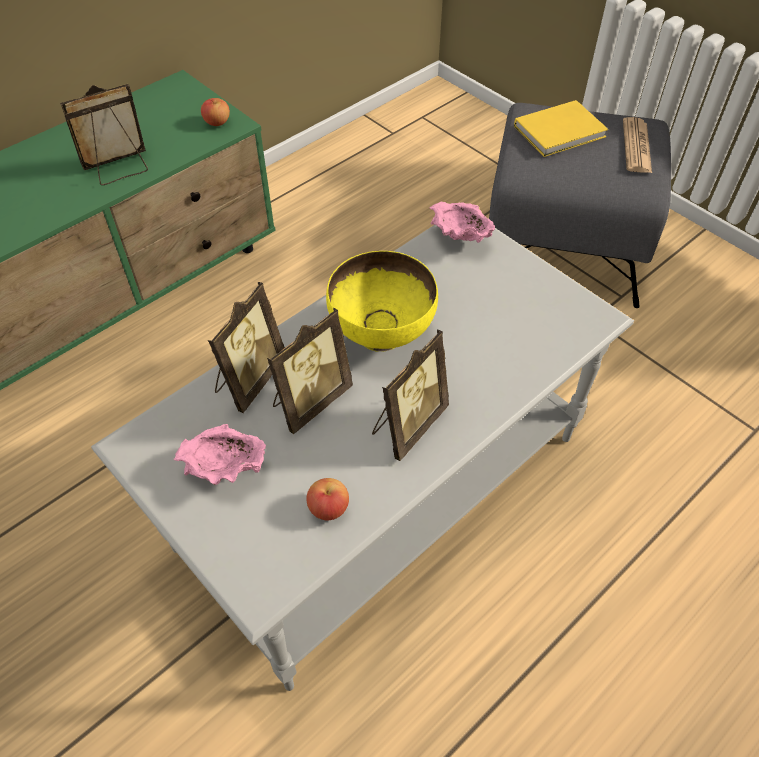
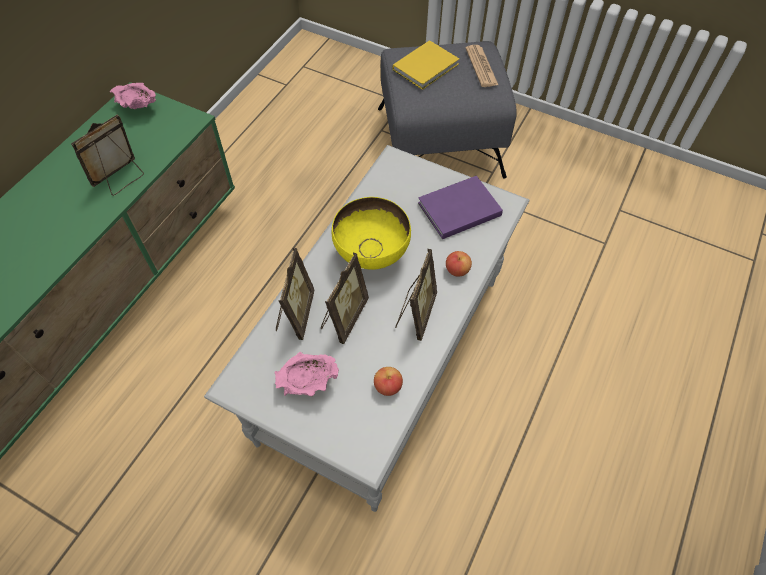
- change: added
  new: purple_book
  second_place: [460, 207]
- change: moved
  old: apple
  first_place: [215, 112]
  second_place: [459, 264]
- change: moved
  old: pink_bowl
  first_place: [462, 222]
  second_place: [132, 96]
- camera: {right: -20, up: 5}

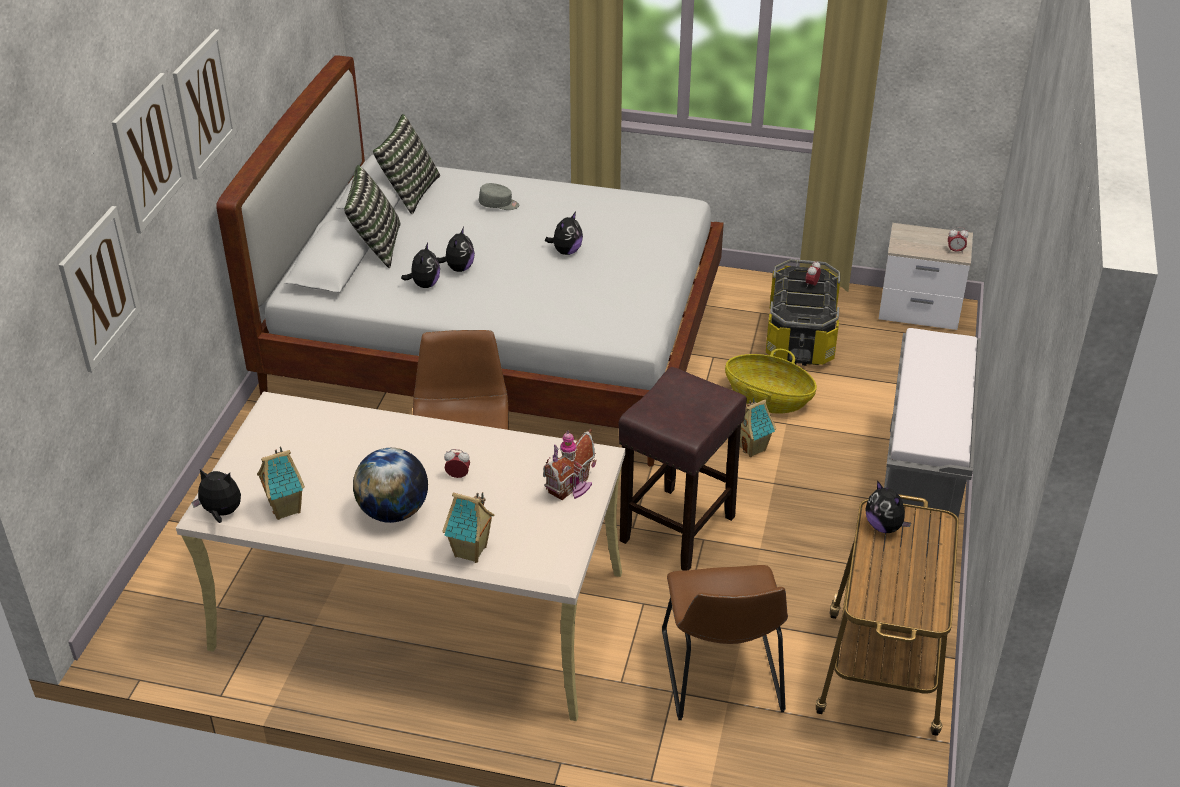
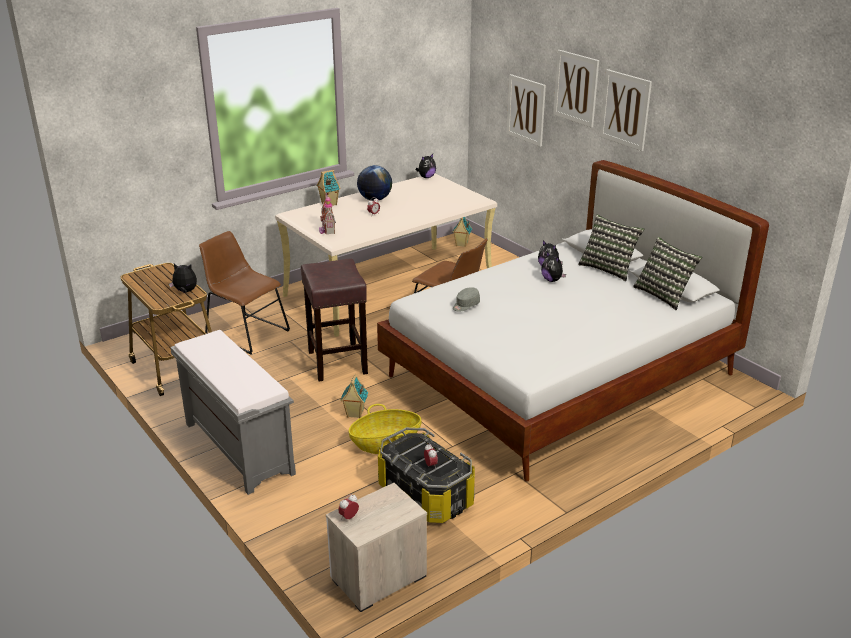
- change: removed
  old: plush_toy
  first_place: [564, 233]
- change: moved
  old: toy_house
  first_place: [281, 483]
  second_place: [462, 232]
- change: moved
  old: grey_cap
  first_place: [499, 196]
  second_place: [466, 299]
- camera: {right: 130, up: -10}

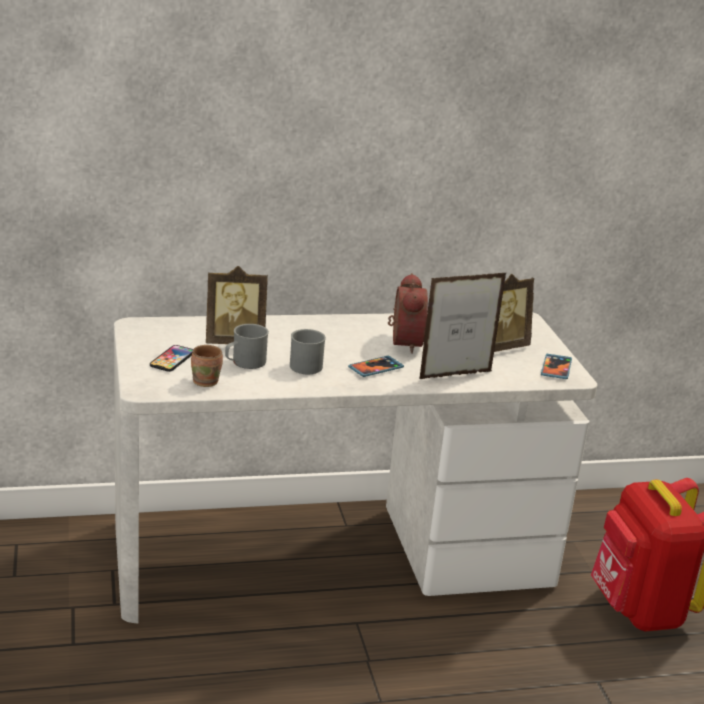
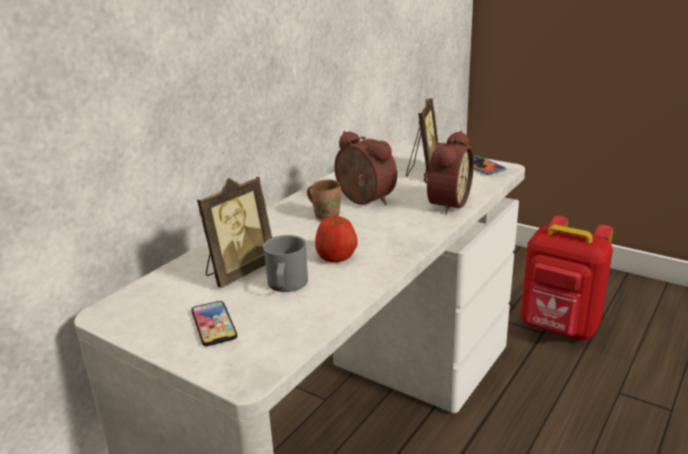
- change: removed
  old: phone
  first_place: [376, 366]
- change: moved
  old: brown_mug
  first_place: [207, 366]
  second_place: [324, 200]
- change: replaced
  old: grey_mug
  new: apple
  first_place: [308, 351]
  second_place: [336, 239]
- change: replaced
  old: picture_frame
  new: alarm_clock
  first_place: [463, 326]
  second_place: [449, 172]
- camera: {right: -40, up: 0}

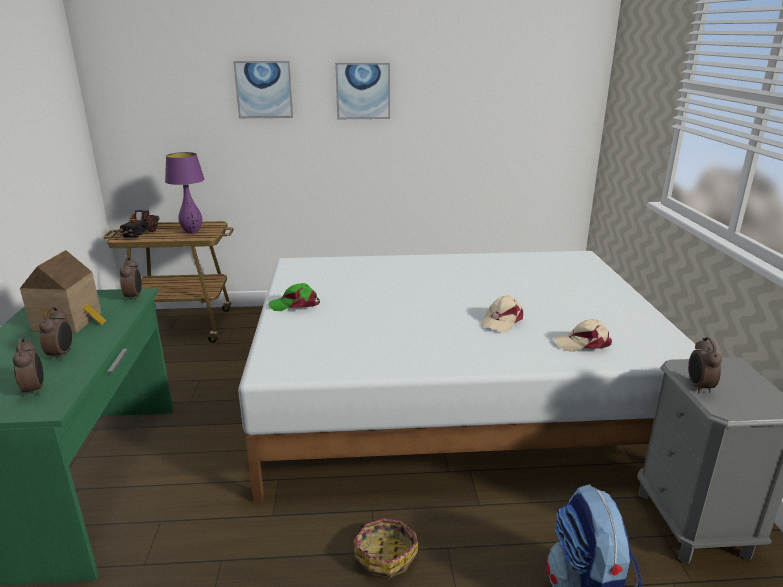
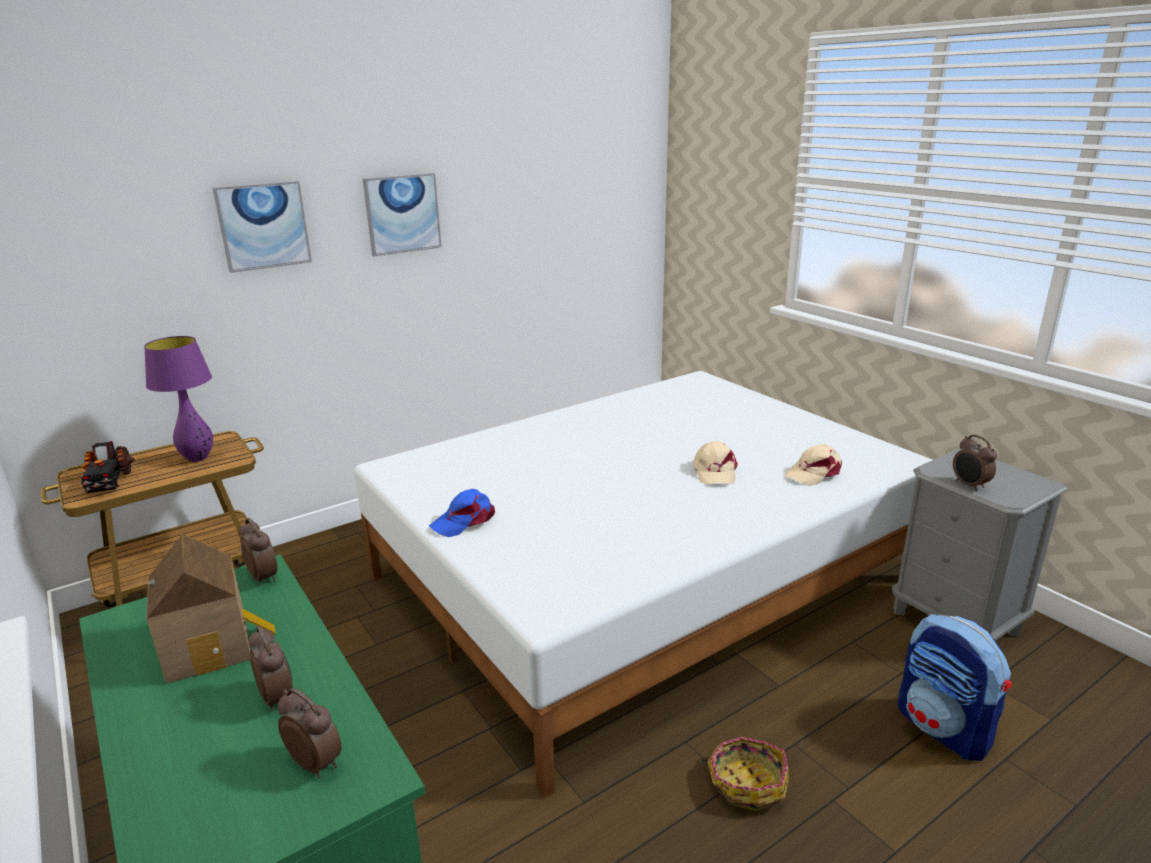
- change: recoloured
  old: green_cap
  new: blue_cap
  first_place: [294, 297]
  second_place: [462, 513]
- camera: {right: -30, up: 0}

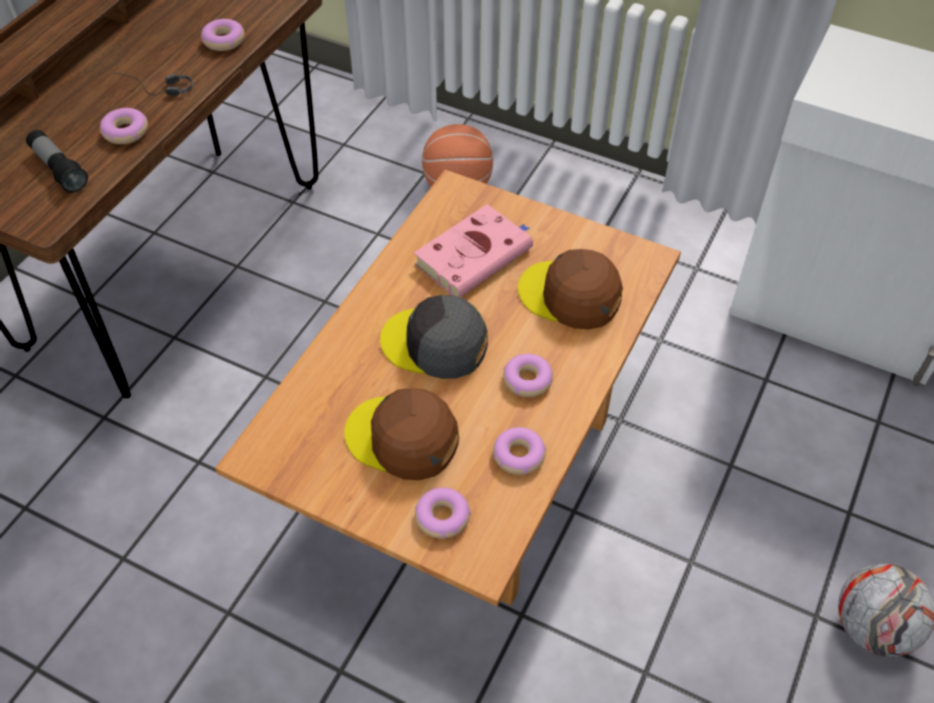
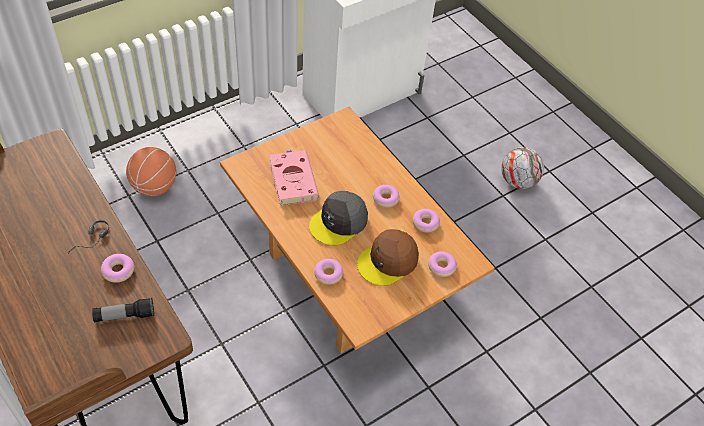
- change: removed
  old: brown_cap
  first_place: [570, 289]
- change: moved
  old: donut
  first_place: [223, 35]
  second_place: [329, 272]
- camera: {right: -65, up: 0}

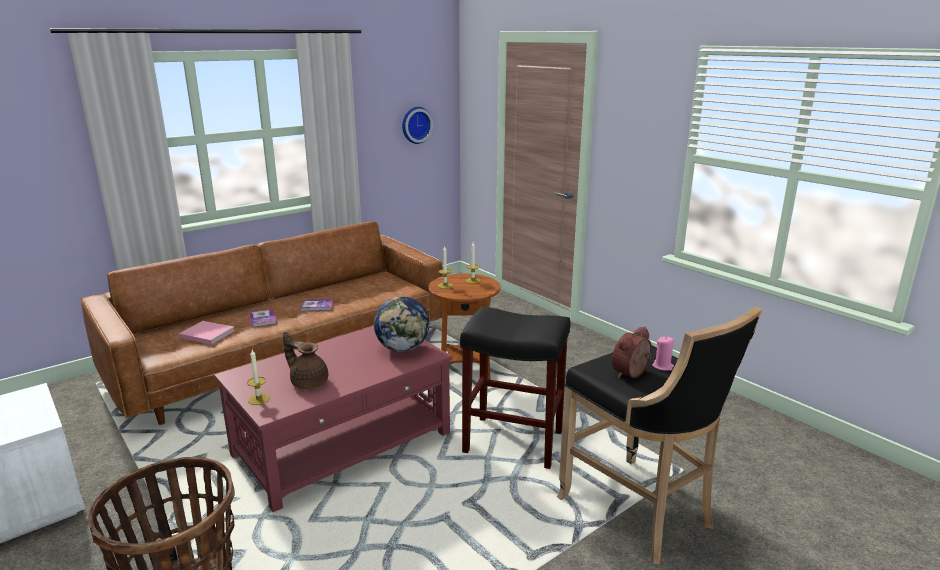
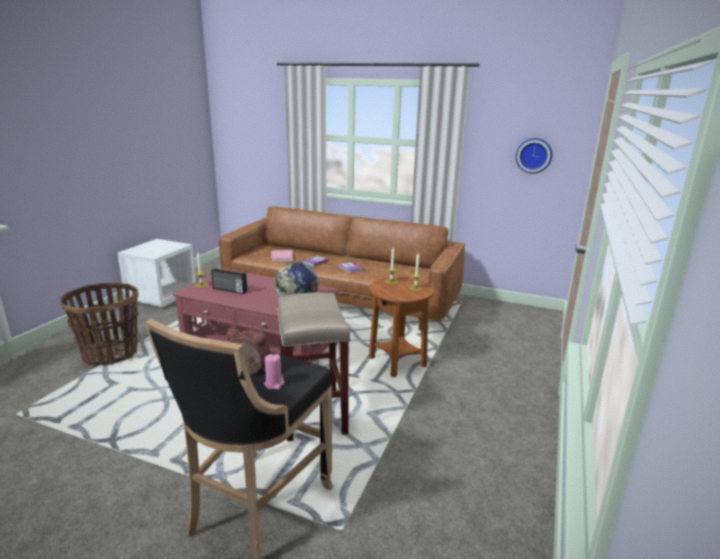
- change: replaced
  old: brown_teapot
  new: radio
  first_place: [305, 360]
  second_place: [229, 281]
- change: recoloured
  old: black_stool
  new: beige_stool
  first_place: [515, 388]
  second_place: [314, 366]
- camera: {right: 60, up: 0}

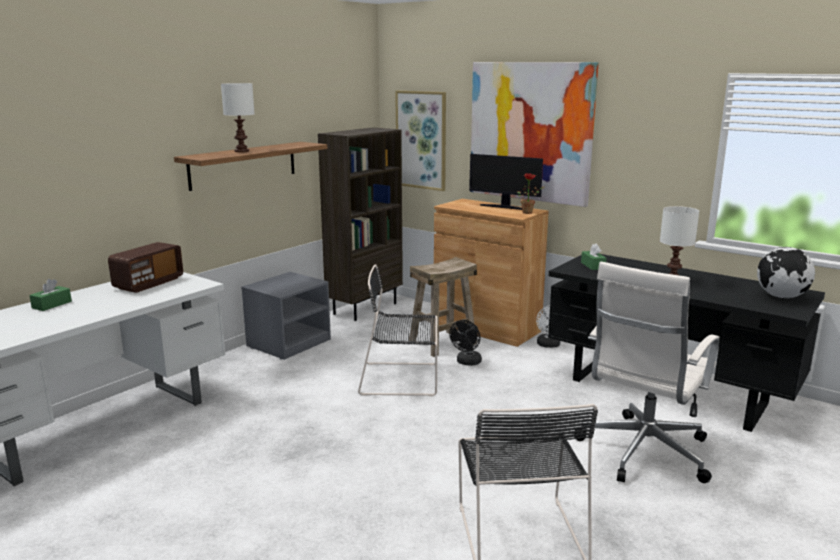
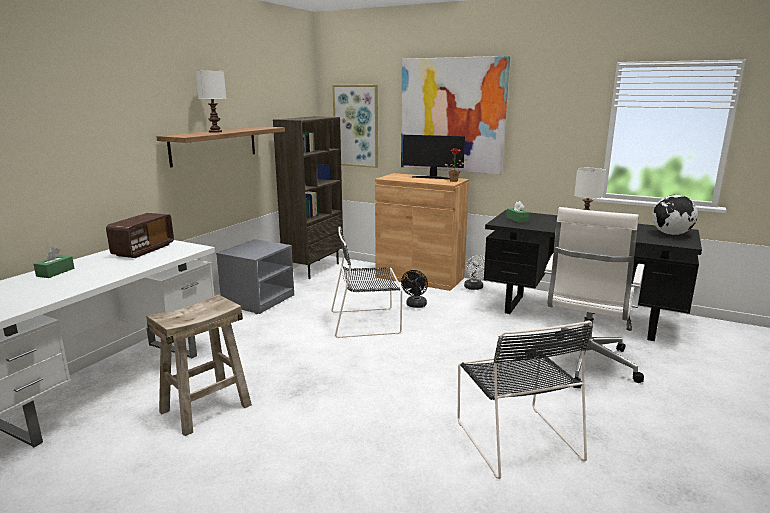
- change: moved
  old: beige_stool
  first_place: [443, 307]
  second_place: [199, 365]
- camera: {right: -10, up: 0}

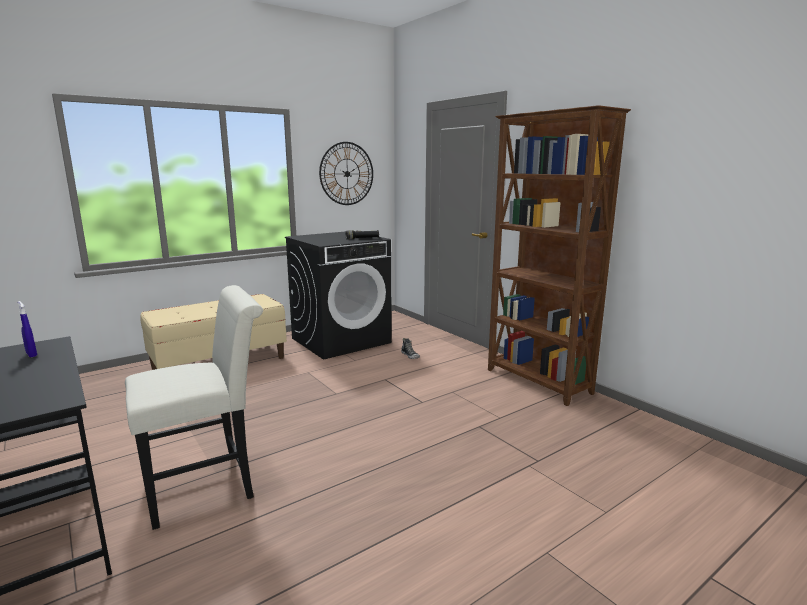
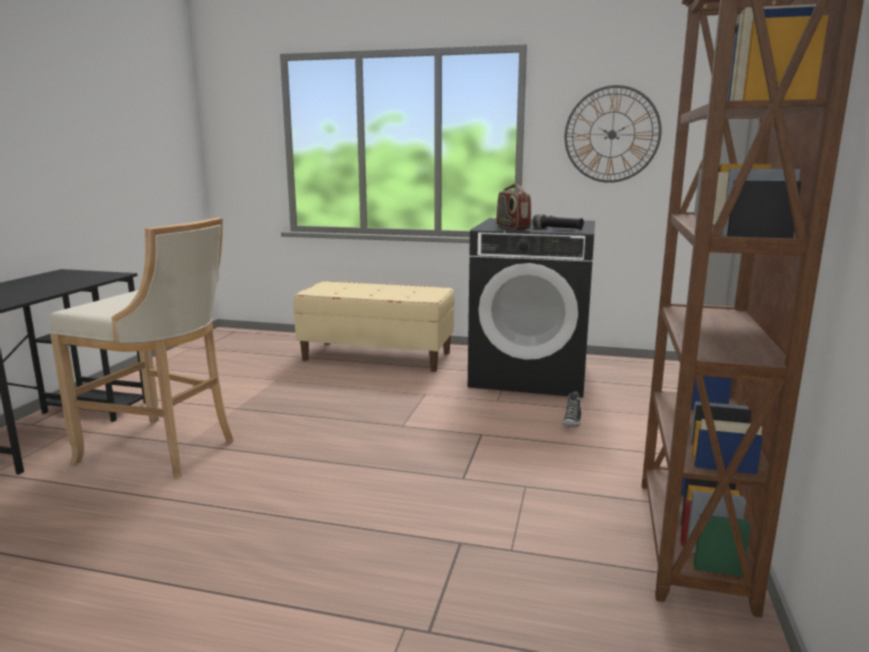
- change: removed
  old: blue_spray_bottle
  first_place: [27, 329]
- change: added
  new: radio
  second_place: [514, 206]
- change: replaced
  old: white_chair
  new: beige_stool
  first_place: [194, 407]
  second_place: [141, 348]
- camera: {right: 50, up: 0}

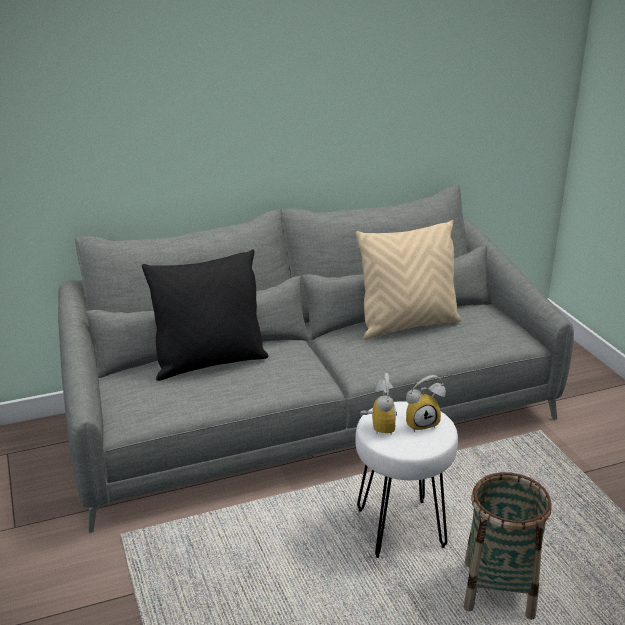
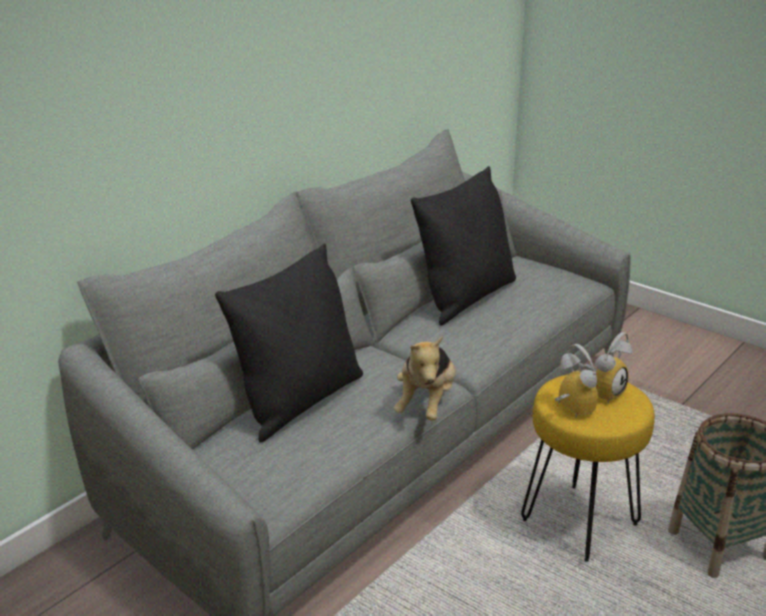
- change: added
  new: plush_toy
  second_place: [425, 378]
- change: recoloured
  old: white_stool
  new: yellow_stool
  first_place: [406, 479]
  second_place: [588, 468]
- change: recoloured
  old: beige_pillow
  new: black_pillow
  first_place: [408, 280]
  second_place: [463, 246]
- camera: {right: -30, up: 0}

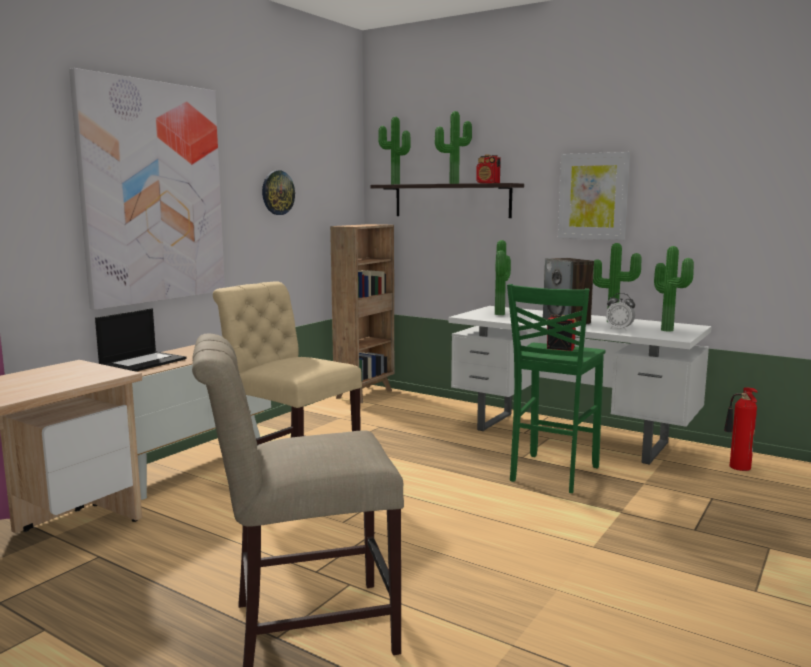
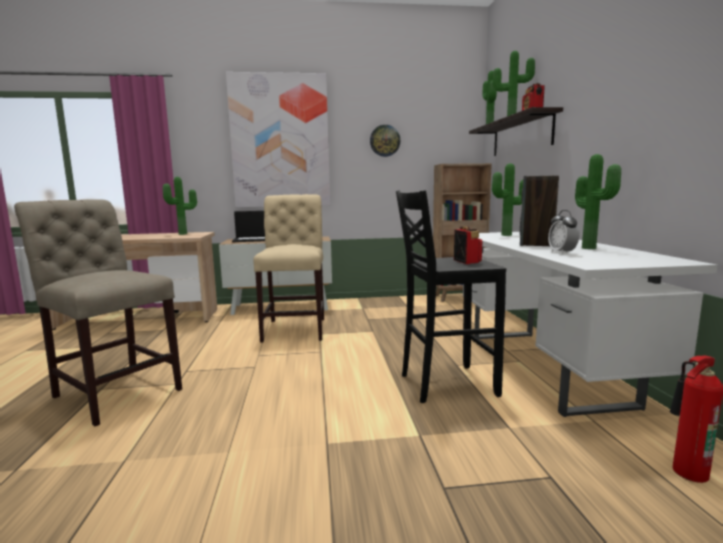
- change: removed
  old: picture
  first_place: [594, 196]
- change: moved
  old: potted_plant
  first_place: [674, 289]
  second_place: [180, 206]
- change: recoloured
  old: green_stool
  new: black_stool
  first_place: [556, 388]
  second_place: [451, 296]
- camera: {right: 50, up: 0}

